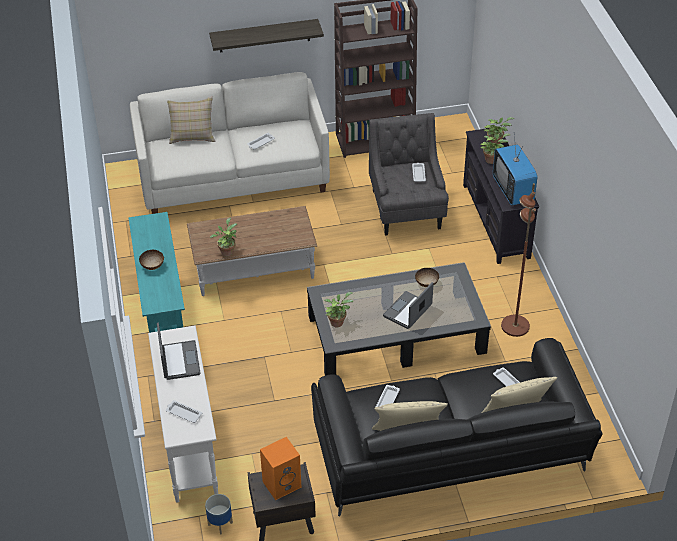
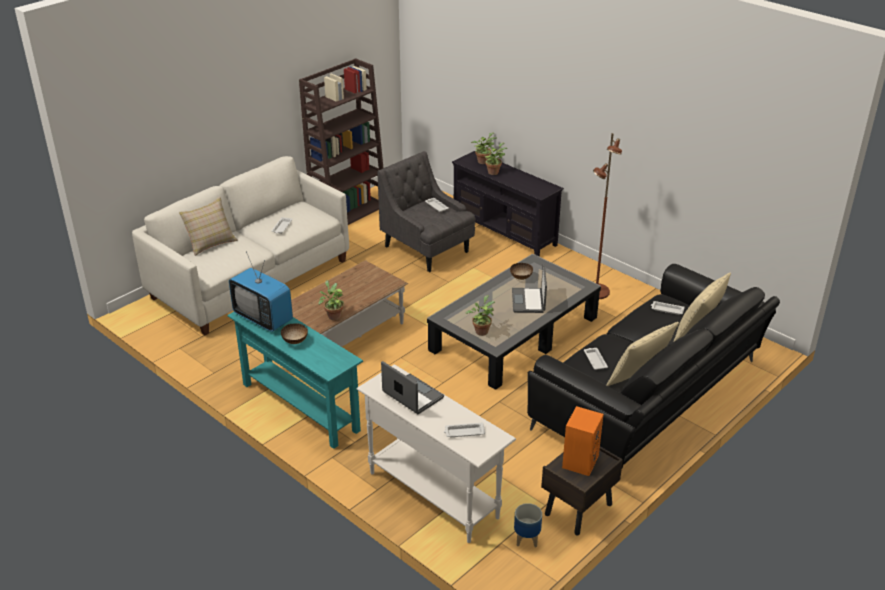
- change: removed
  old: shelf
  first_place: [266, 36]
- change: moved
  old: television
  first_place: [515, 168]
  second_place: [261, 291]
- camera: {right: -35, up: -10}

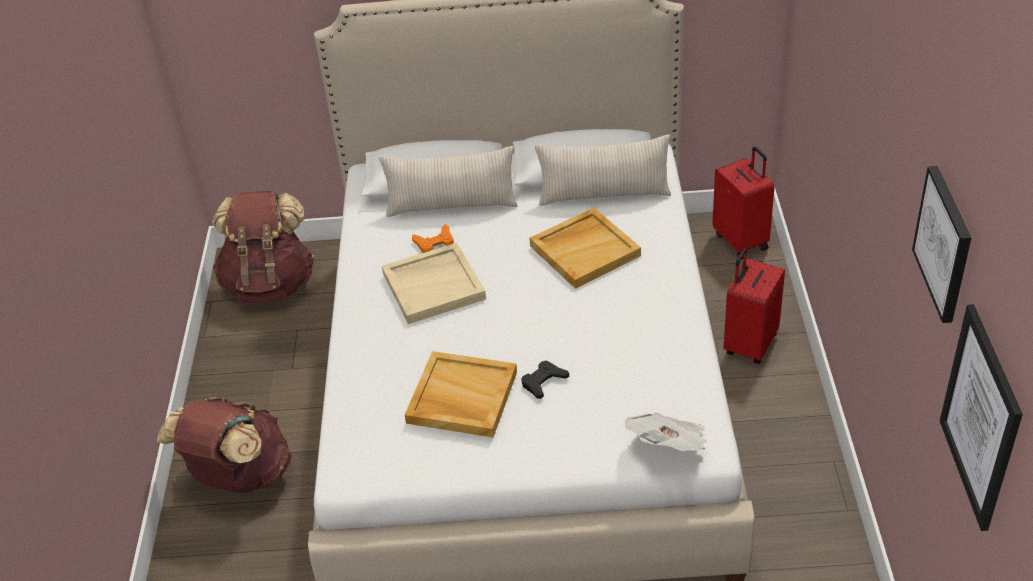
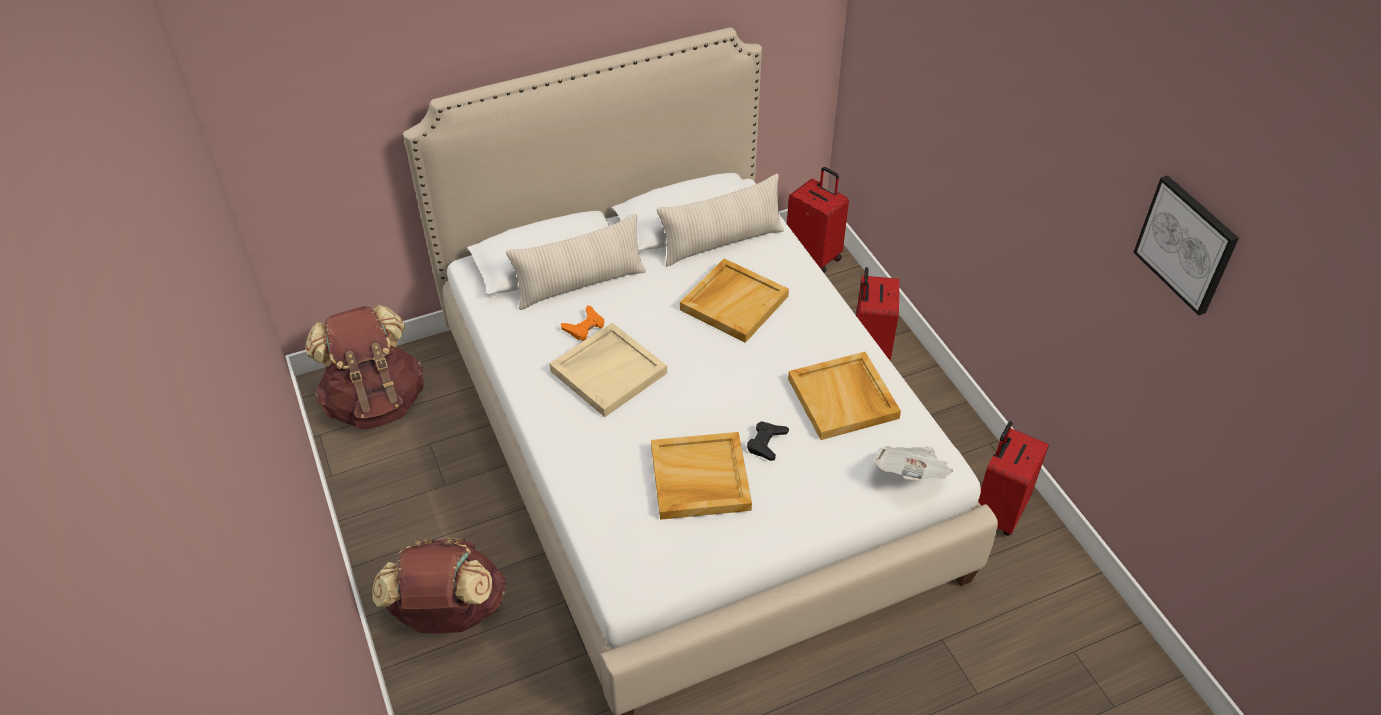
- change: removed
  old: picture
  first_place: [981, 417]
- change: added
  new: beige_tray
  second_place: [844, 396]
- change: added
  new: red_suitcase
  second_place: [1013, 478]
- camera: {right: -25, up: 5}

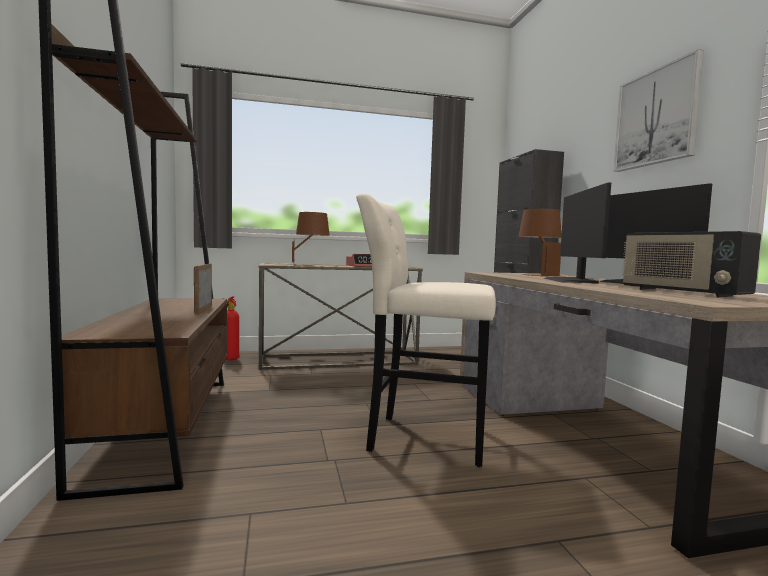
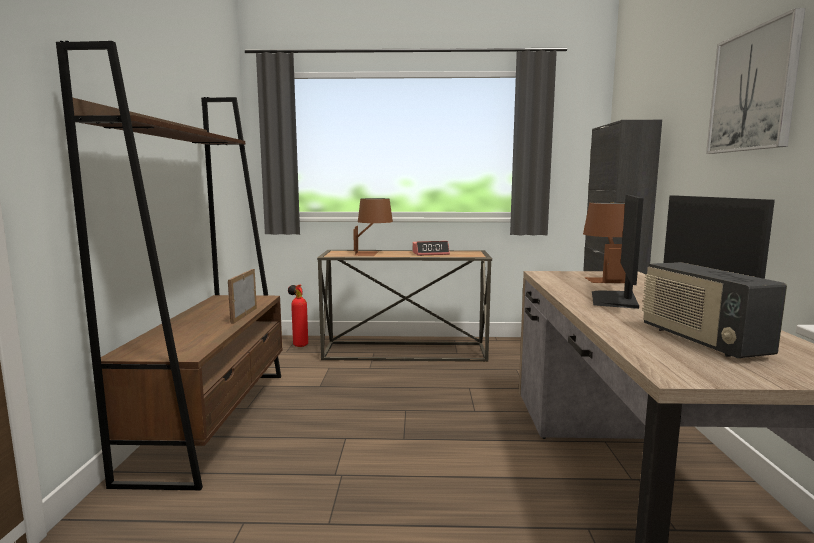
- change: removed
  old: beige_stool
  first_place: [426, 330]
- camera: {right: 15, up: 5}

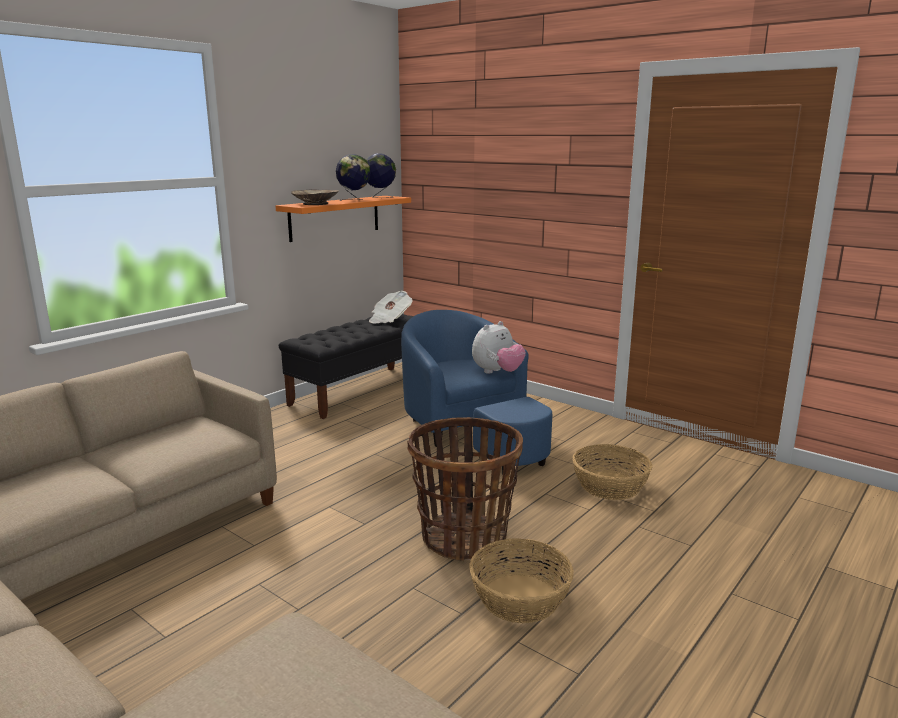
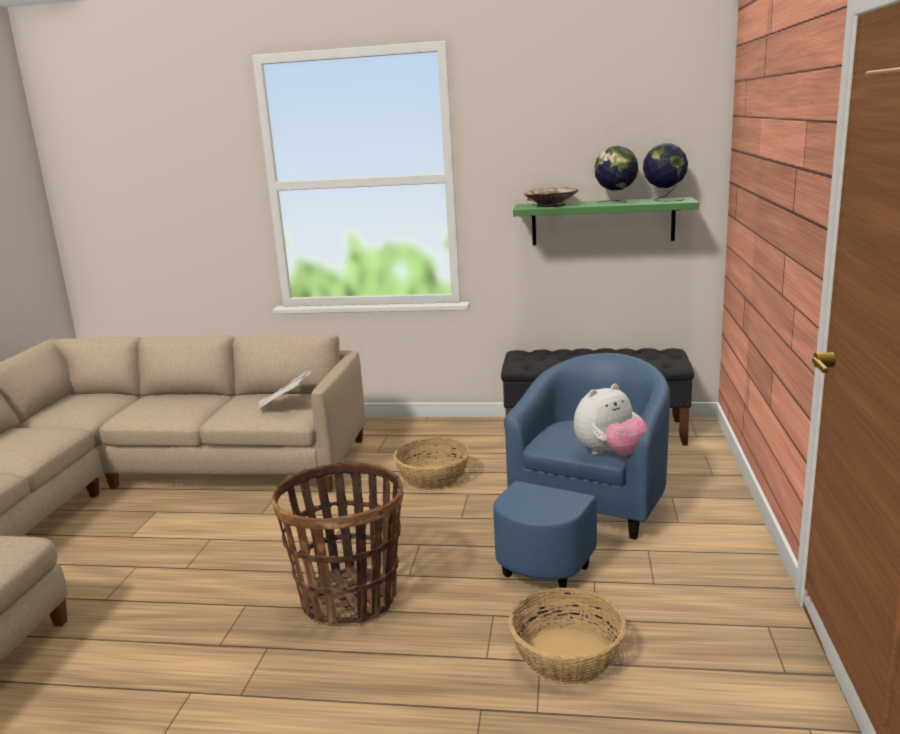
- change: moved
  old: newspaper
  first_place: [391, 307]
  second_place: [285, 389]
- change: moved
  old: basket
  first_place: [522, 580]
  second_place: [432, 463]
- change: recoloured
  old: orange_shelf
  new: green_shelf
  first_place: [343, 219]
  second_place: [606, 221]
- change: turned
  old: plush_toy
  first_place: [499, 347]
  second_place: [611, 420]
  degrees: -45
- camera: {right: 60, up: 0}

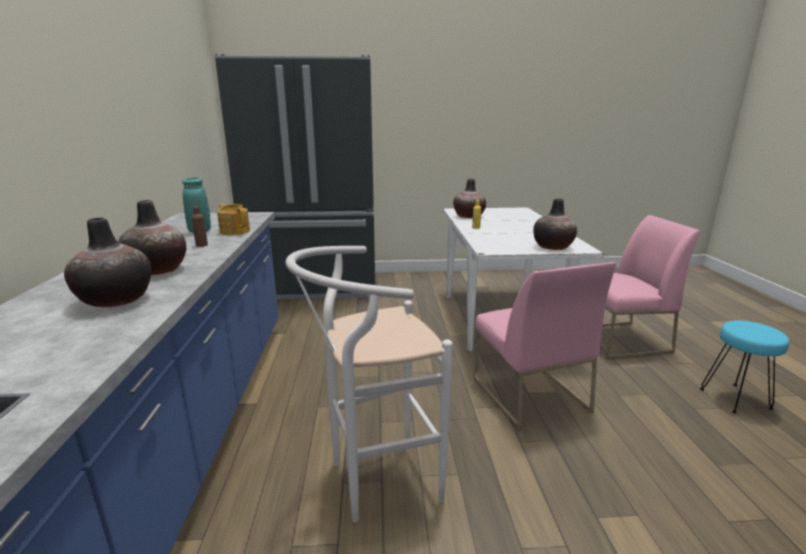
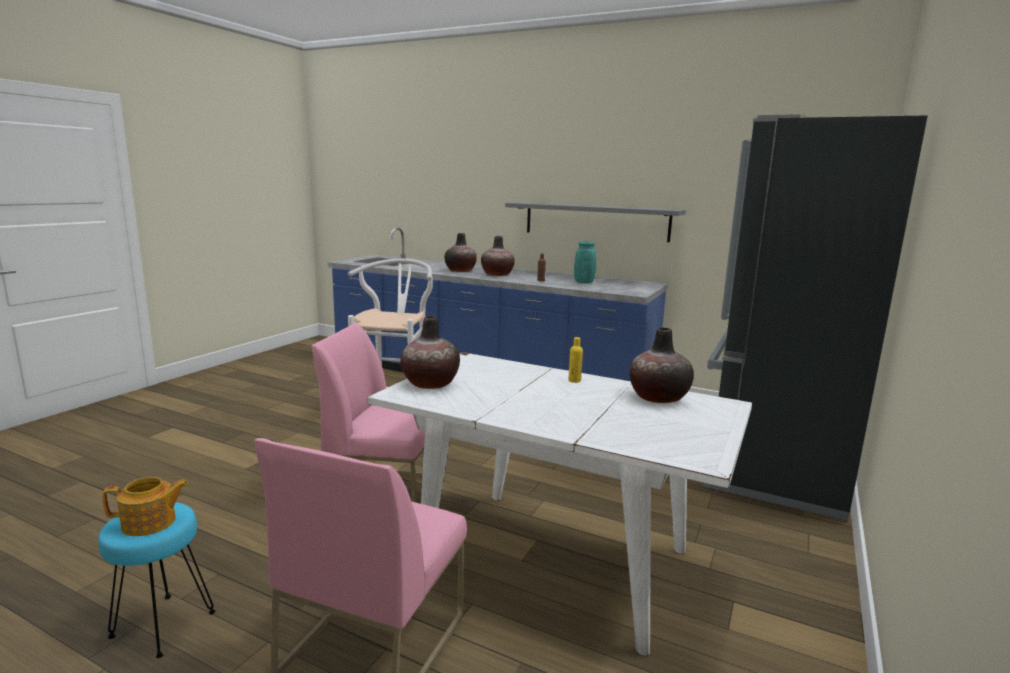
- change: added
  new: grey_shelf
  second_place: [595, 222]
- change: moved
  old: teapot
  first_place: [233, 219]
  second_place: [145, 506]
- camera: {right: 120, up: -5}

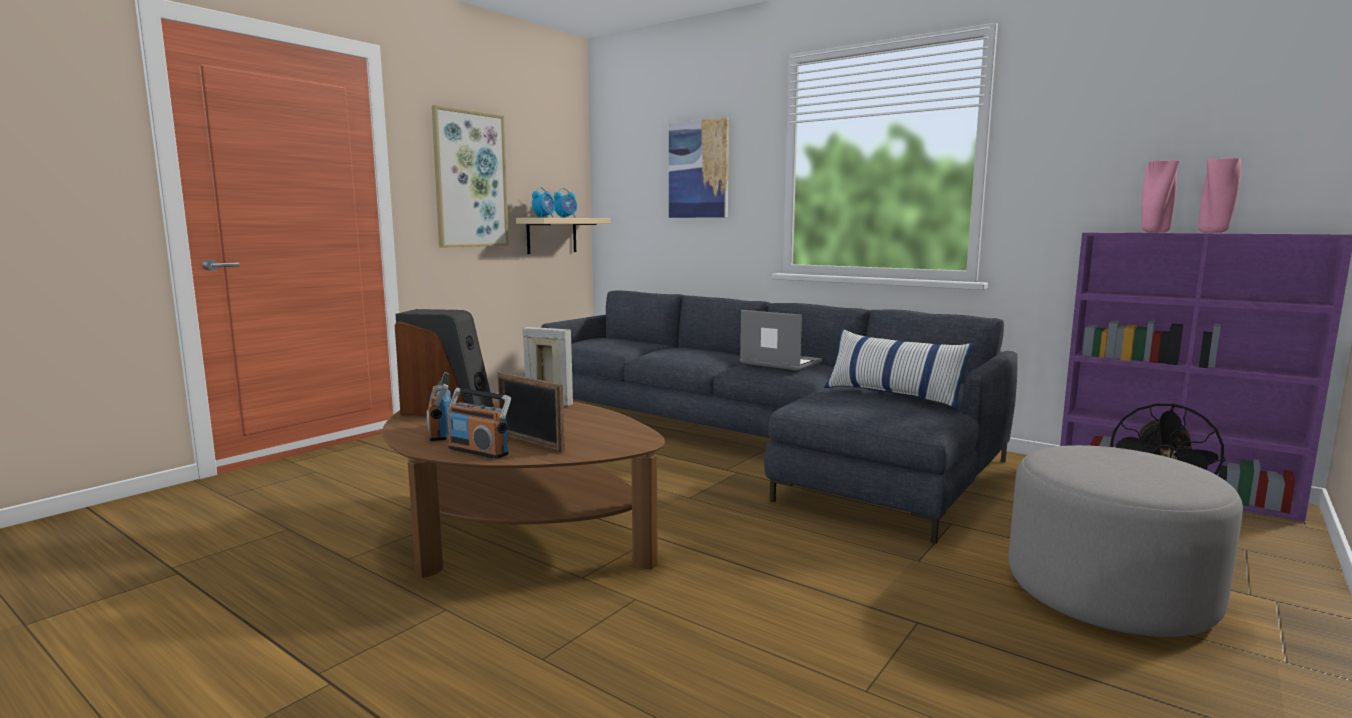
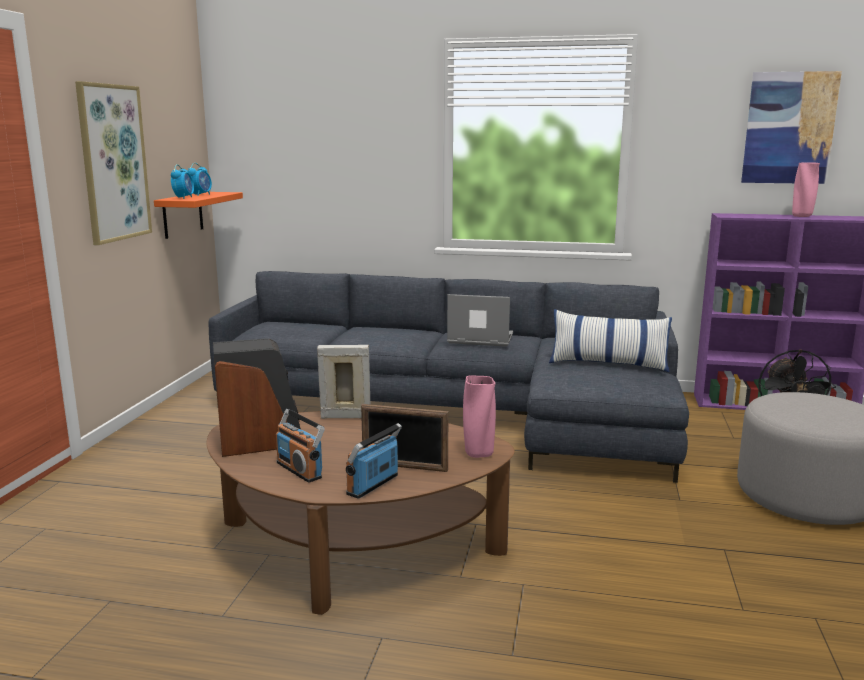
- change: moved
  old: picture
  first_place: [699, 167]
  second_place: [791, 127]
- change: moved
  old: pink_vase
  first_place: [1161, 196]
  second_place: [479, 416]
- change: recoloured
  old: beige_shelf
  new: orange_shelf
  first_place: [563, 236]
  second_place: [198, 215]
- change: turned
  old: radio
  first_place: [479, 423]
  second_place: [374, 461]
  degrees: 120
- camera: {right: -25, up: 5}

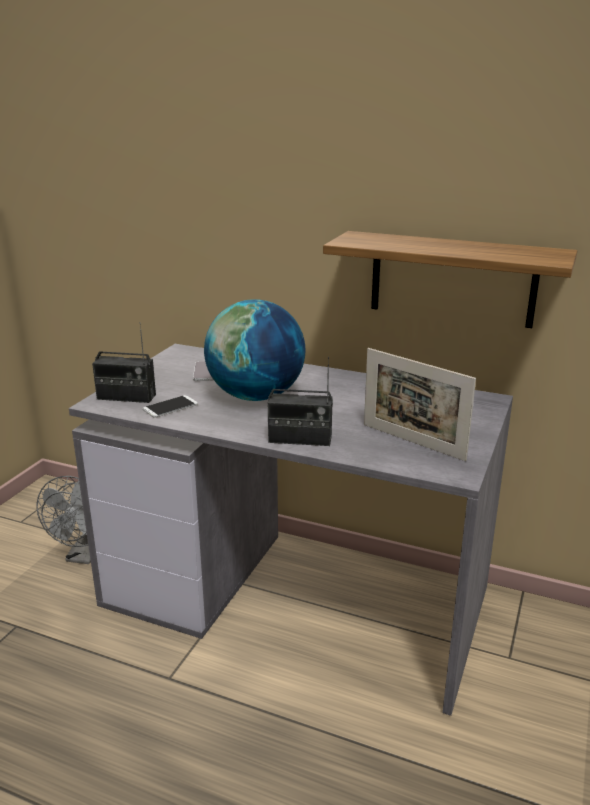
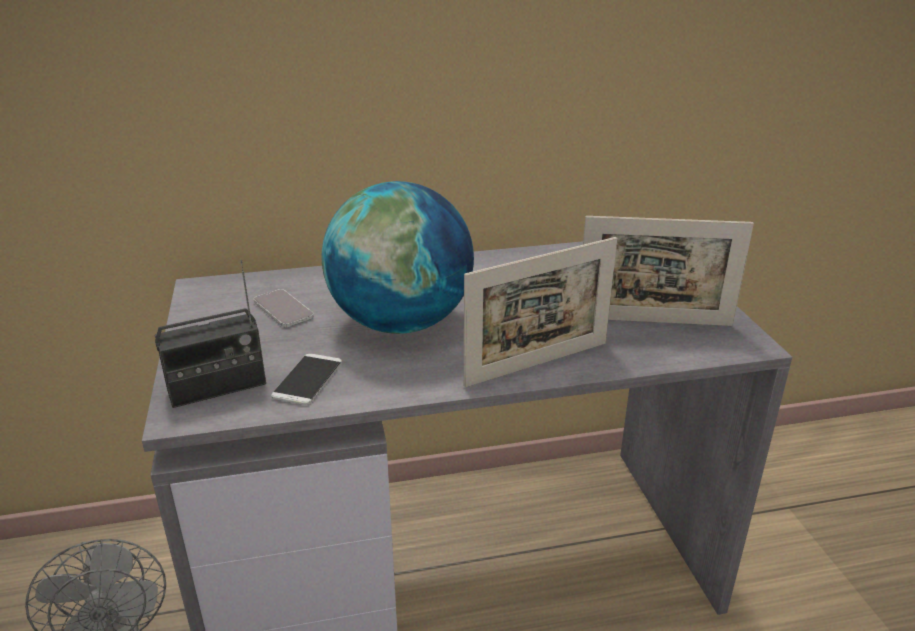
- change: removed
  old: shelf
  first_place: [450, 279]
- change: replaced
  old: radio
  new: picture_frame
  first_place: [300, 401]
  second_place: [540, 312]
- camera: {right: -35, up: 5}

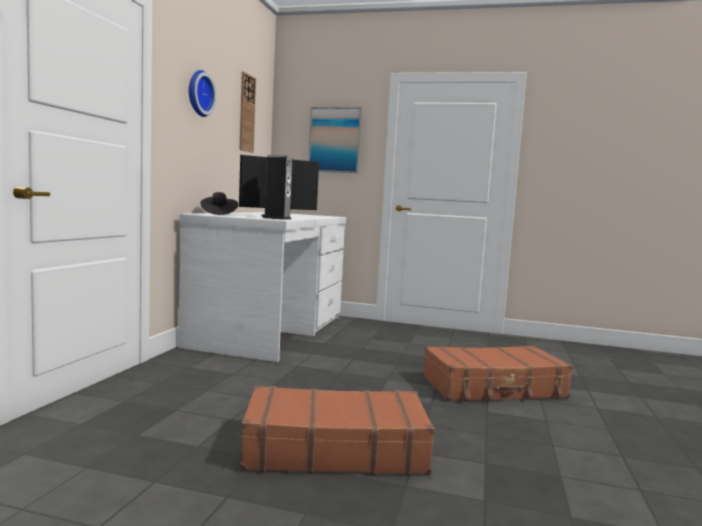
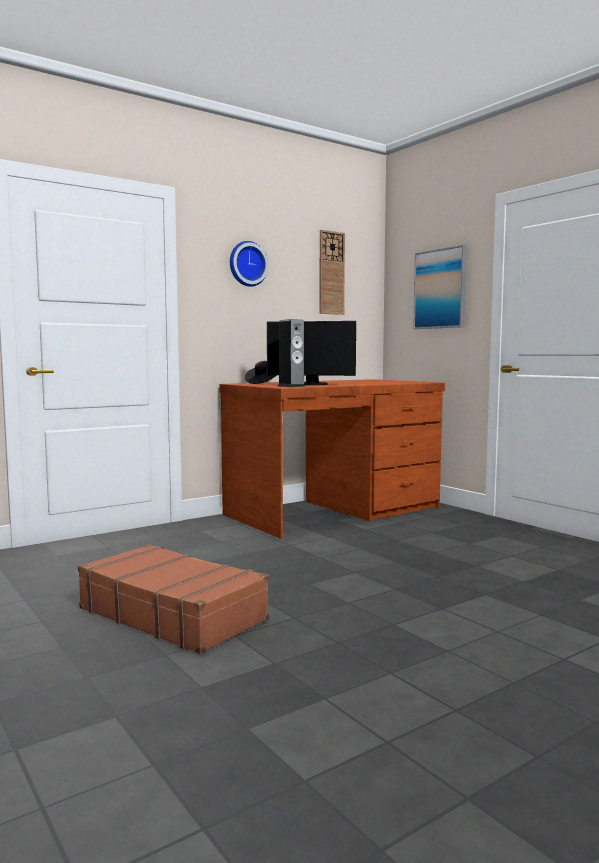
- change: removed
  old: brown_suitcase
  first_place: [498, 374]
- change: recoloured
  old: white_desk
  new: brown_desk
  first_place: [262, 287]
  second_place: [332, 459]
- camera: {right: 40, up: 0}

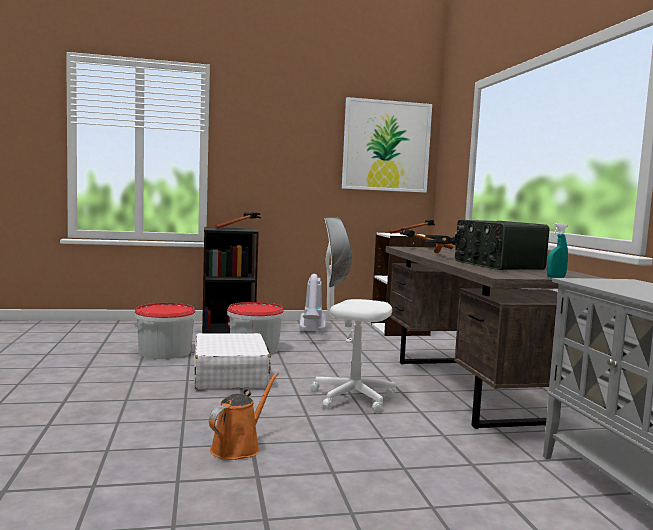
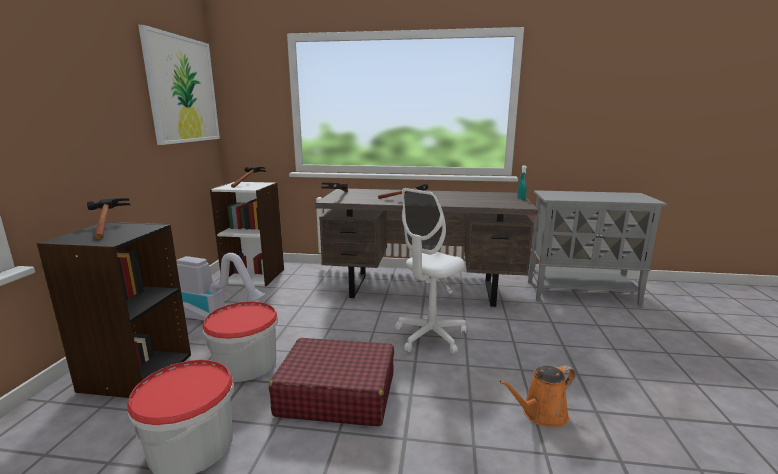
- change: removed
  old: radio
  first_place: [502, 244]
- change: recoloured
  old: white_suitcase
  new: red_suitcase
  first_place: [232, 361]
  second_place: [331, 382]
- change: turned
  old: orange_watering_can
  first_place: [244, 416]
  second_place: [537, 396]
  degrees: -75
- camera: {right: -70, up: 10}

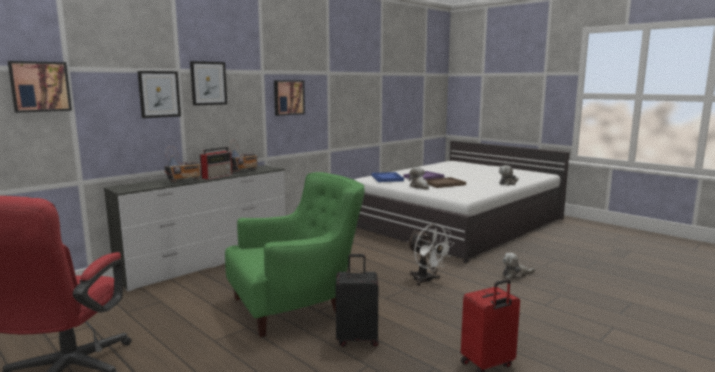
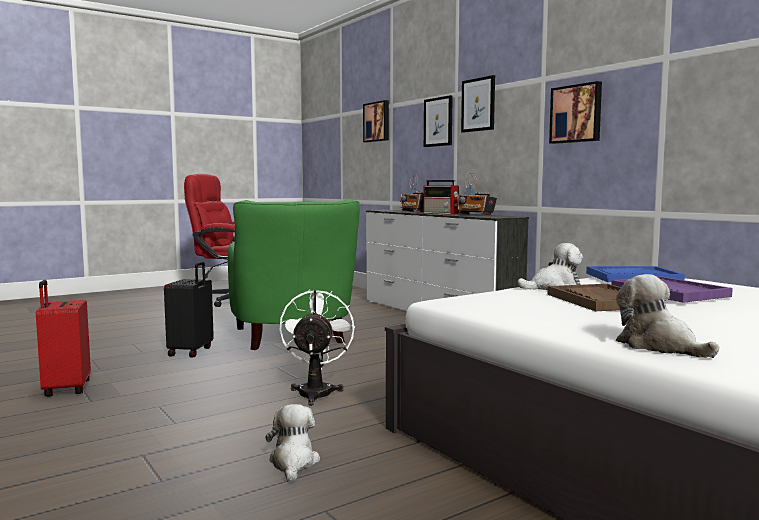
- change: turned
  old: white_fan
  first_place: [430, 255]
  second_place: [317, 347]
  degrees: 120
- camera: {right: 100, up: -5}

